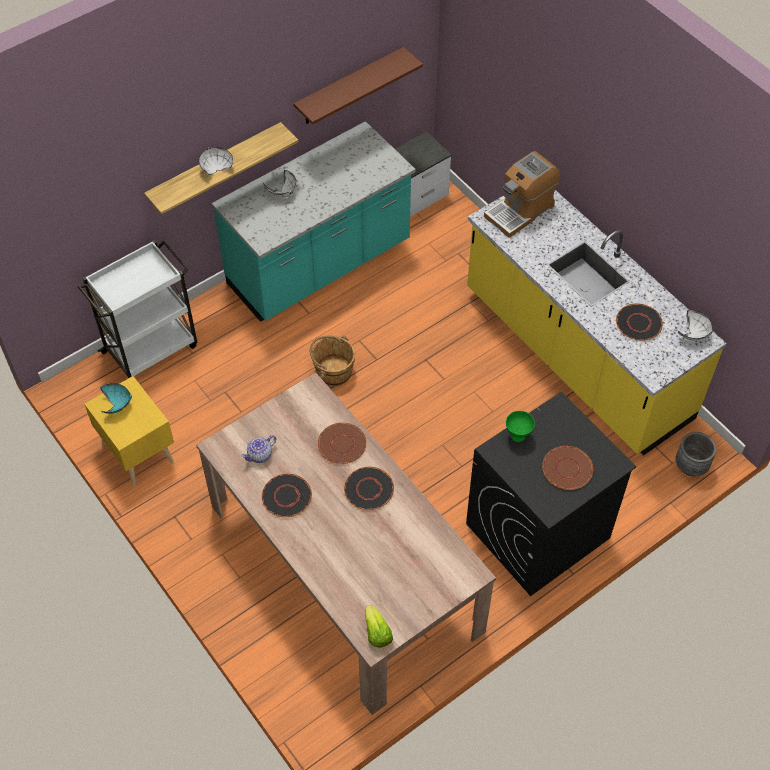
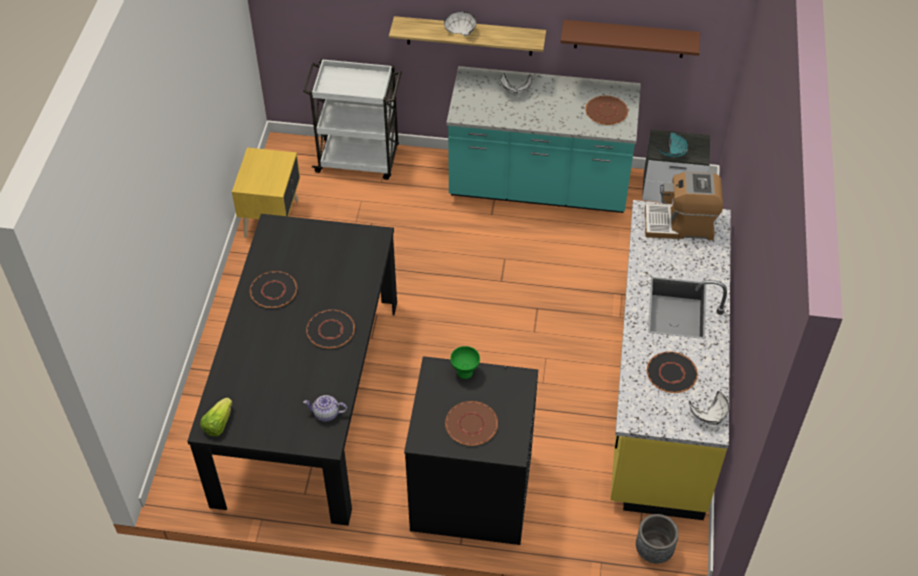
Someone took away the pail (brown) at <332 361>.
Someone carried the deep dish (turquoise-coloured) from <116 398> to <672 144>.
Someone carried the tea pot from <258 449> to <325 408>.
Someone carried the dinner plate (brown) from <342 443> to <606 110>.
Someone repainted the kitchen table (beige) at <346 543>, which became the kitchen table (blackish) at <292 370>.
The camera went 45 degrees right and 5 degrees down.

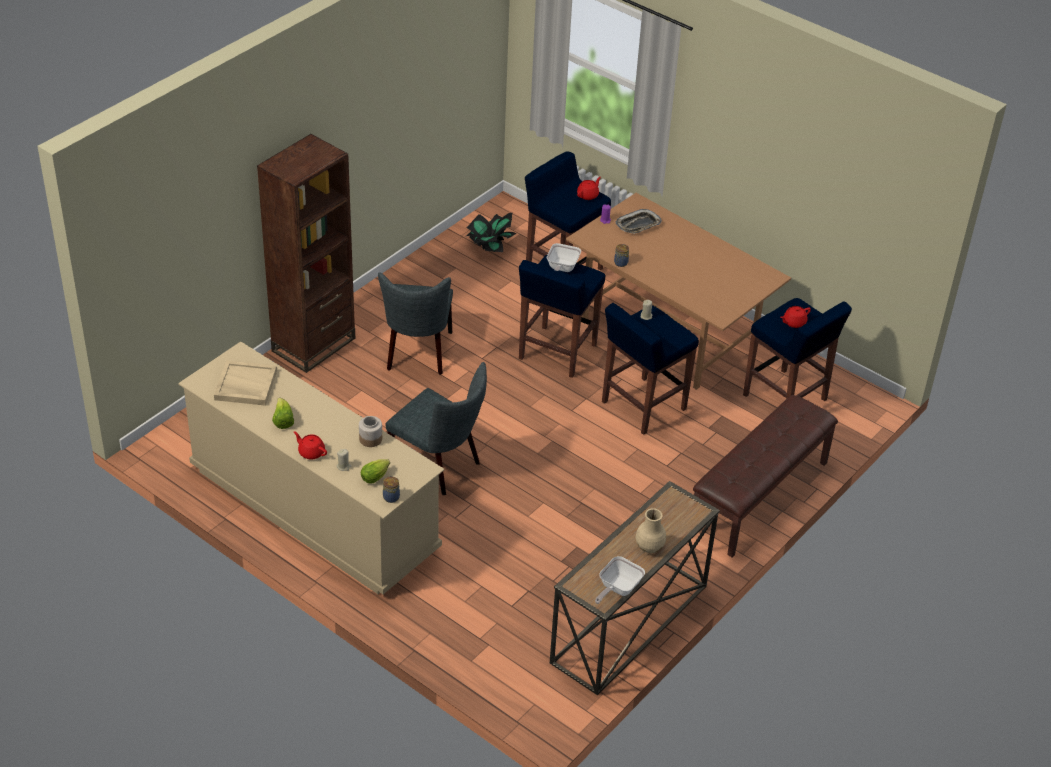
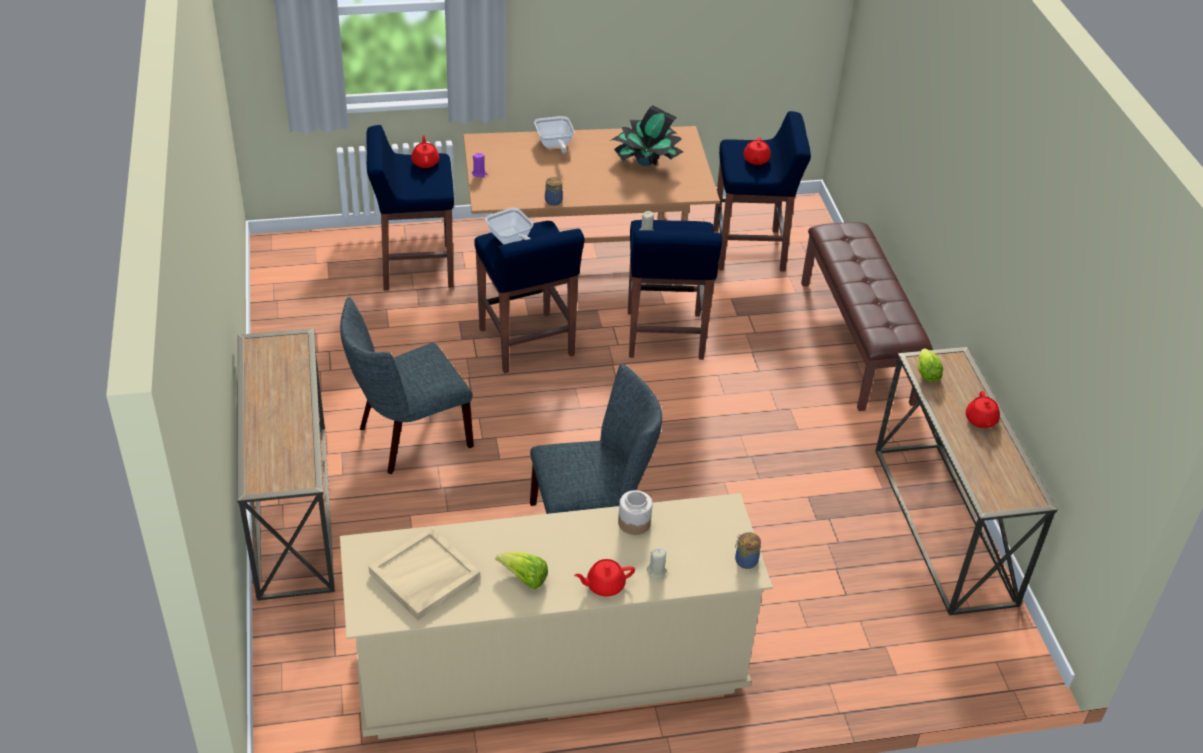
Someone took away the carrying tray at <638 221>.
Someone carried the lettuce from <375 471> to <930 365>.
Someone carried the plant in a pot from <491 232> to <646 135>.
Someone carried the frying pan from <620 580> to <554 135>.
Someone swapped the shelving unit (brown) at <306 253> for the narrow table at <286 465>.
Someone swapped the flower vase (beige) at <651 530> for the tea pot (red) at <983 409>.
Someone rotated the upright chair (gray) at <415 323> by 105 degrees clockwise.
The camera went 50 degrees left and 0 degrees up.

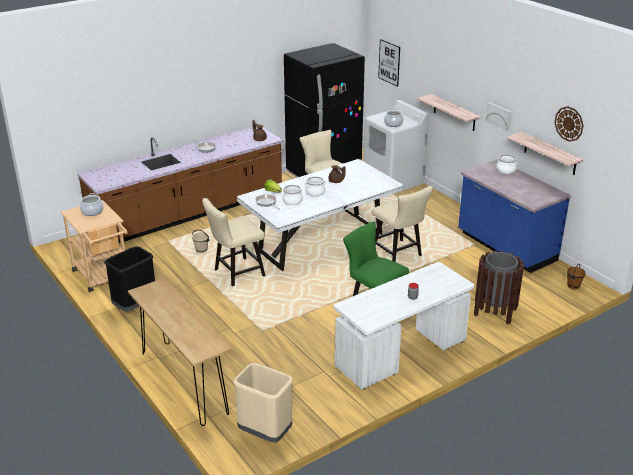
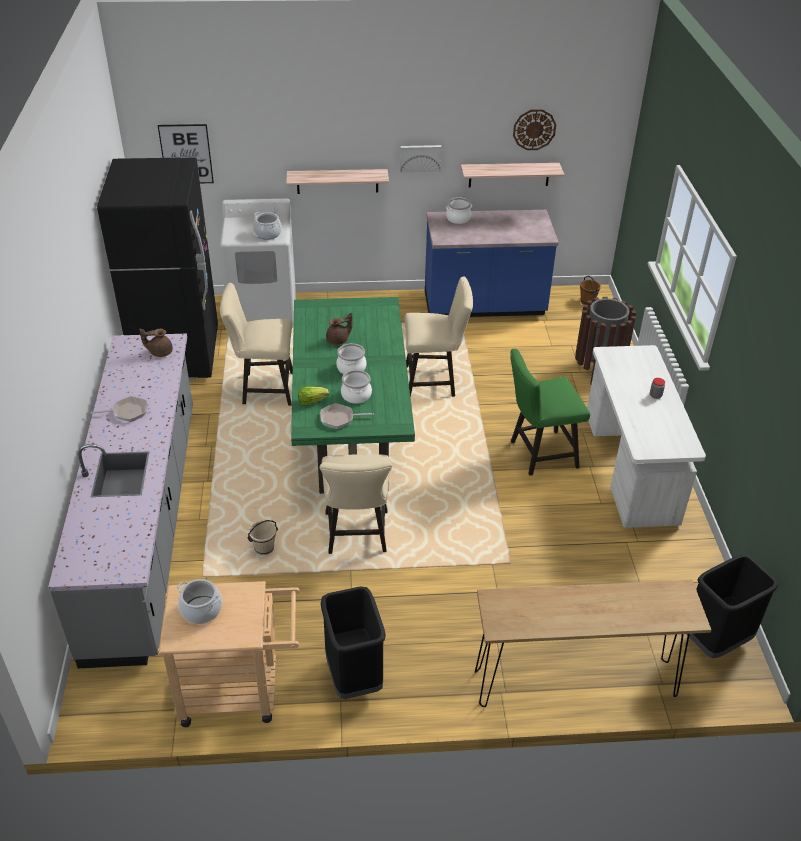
Someone repainted the counter (brown) at <180 185>, which became the counter (gray) at <120 501>.
Someone repainted the waste bin (beige) at <263 402>, which became the waste bin (blackish) at <732 606>.
Someone repainted the kitchen table (white-coloured) at <320 215>, which became the kitchen table (green) at <353 395>.
The camera went 60 degrees left and 10 degrees up.

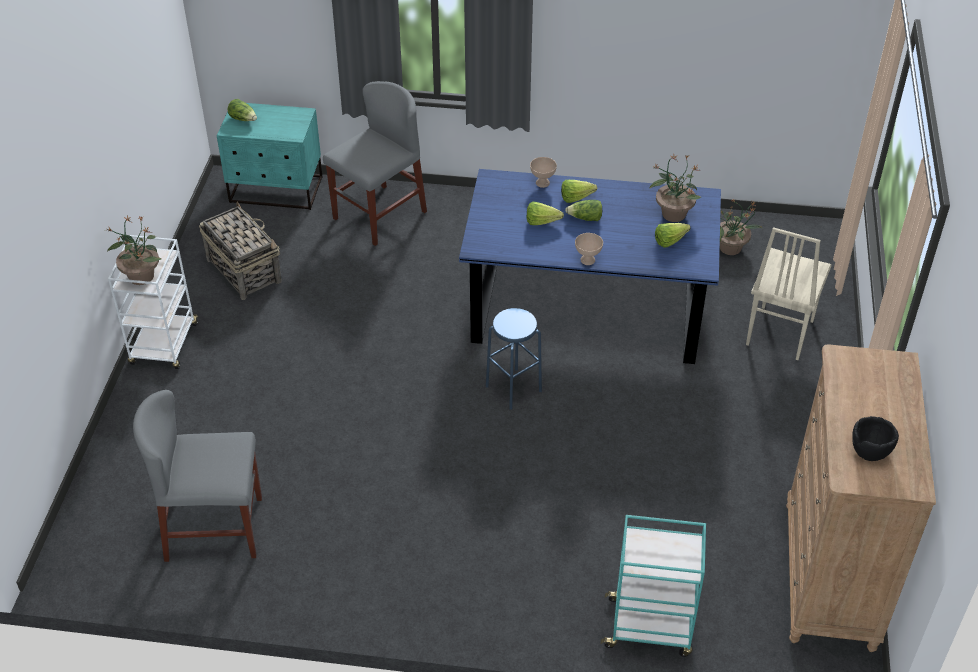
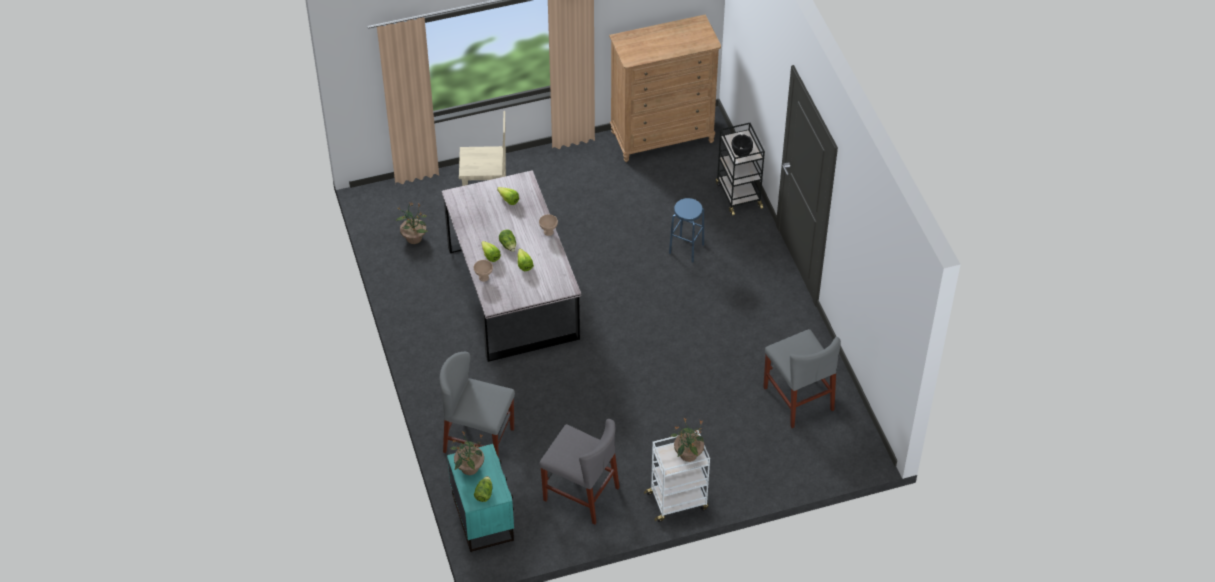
Someone carried the stool seat (blue-coloured) from <514 359> to <686 230>.
Someone carried the plant in a pot from <675 188> to <467 453>.
Someone carried the deep dish (blackish) from <875 438> to <742 145>.
Someone swapped the storage basket at <240 250> for the upright chair (gray) at <579 472>.
Someone repainted the kitchen table (blue-coloured) at <590 266>, which became the kitchen table (gray) at <511 266>.
Someone repainted the cart (turquoise-coloured) at <653 586>, which became the cart (blackish) at <740 169>.
The camera went 115 degrees left and 5 degrees up.

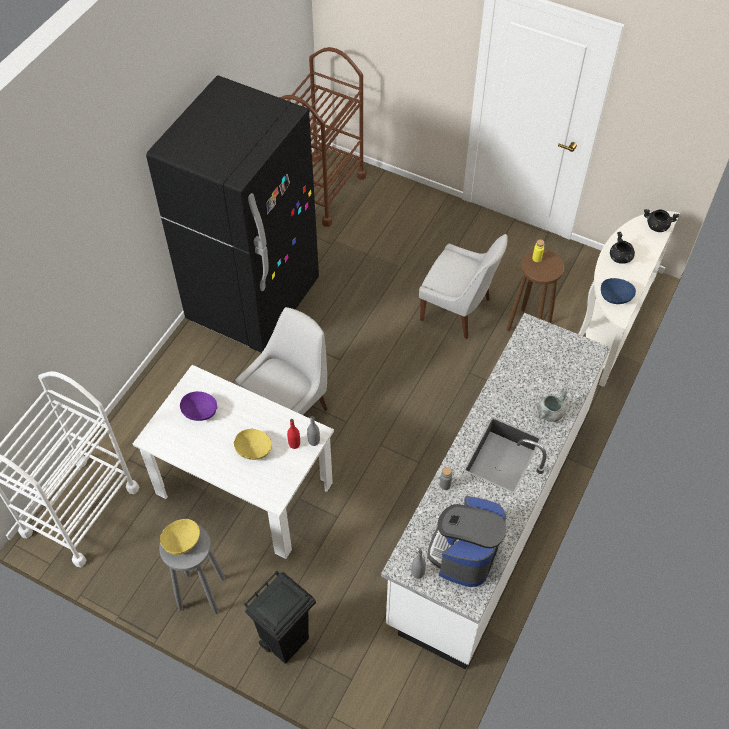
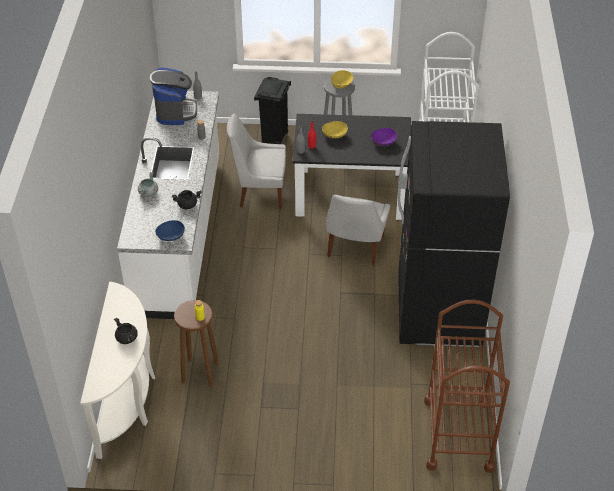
Someone carried the upright chair (white-coloured) from <463 286> to <256 161>.
Someone carried the deep dish (blue-coloured) from <618 291> to <170 230>.
Someone carried the saucepot (blackish) from <661 220> to <187 199>.
Someone repainted the kitchen table (white-coloured) at <233 462>, which became the kitchen table (blackish) at <351 167>.
The camera went 155 degrees right and 10 degrees down.

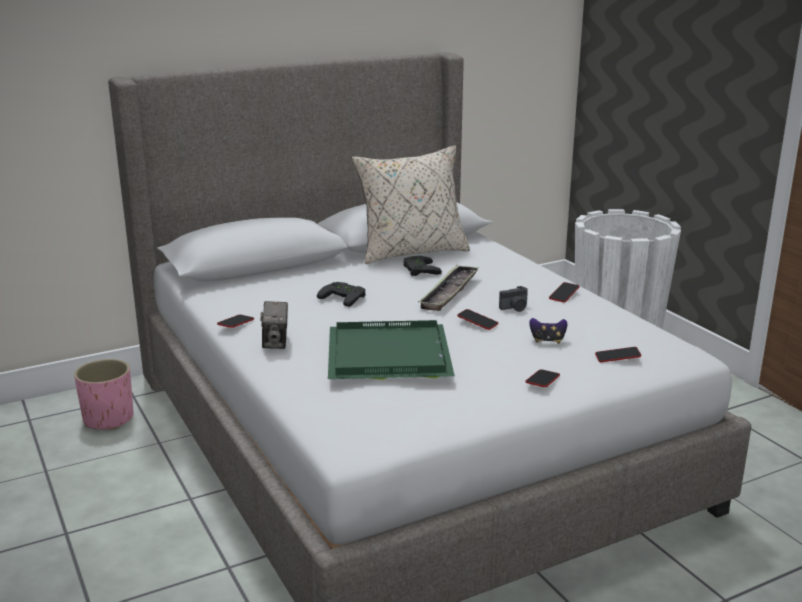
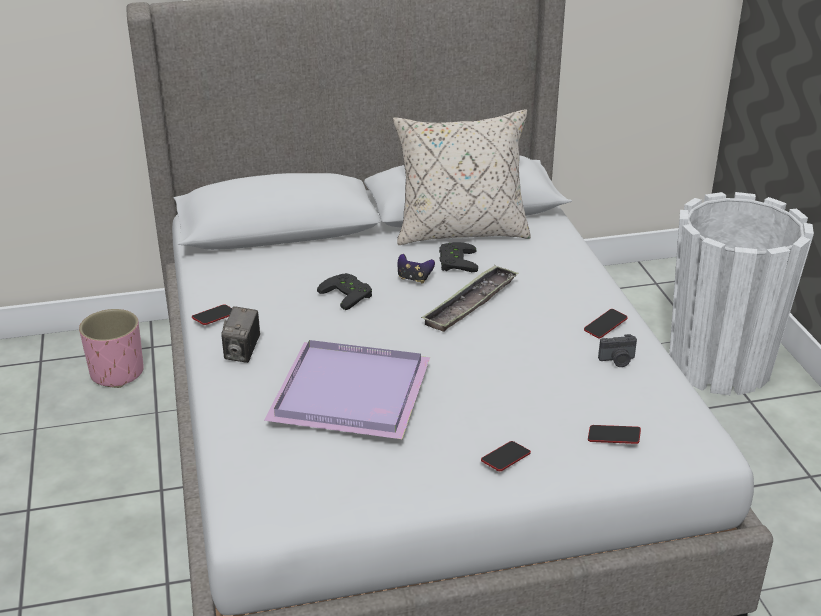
Someone took away the handset at <477 319>.
Someone carried the photo camera from <513 299> to <617 350>.
Someone carried the joypad from <548 331> to <416 268>.
Someone repainted the carrying tray (green) at <391 350>, which became the carrying tray (purple-coloured) at <347 389>.
The camera went 15 degrees right and 10 degrees up.

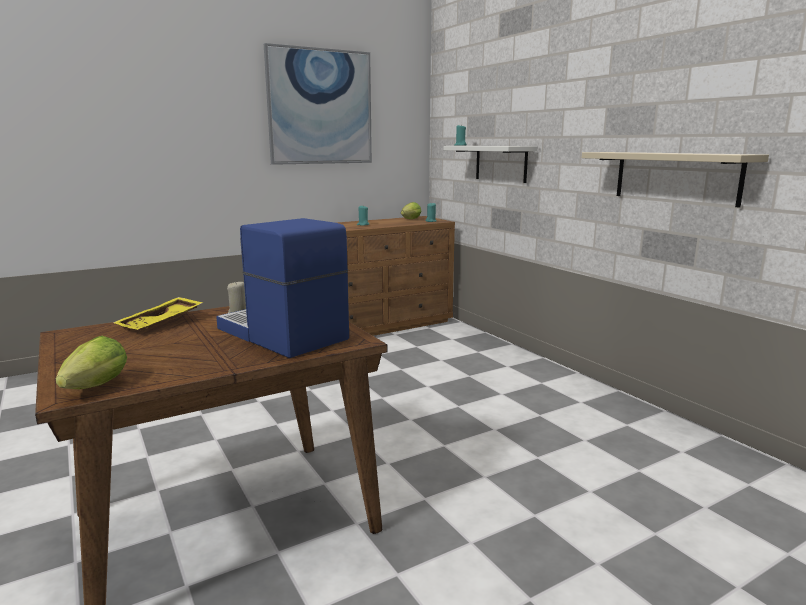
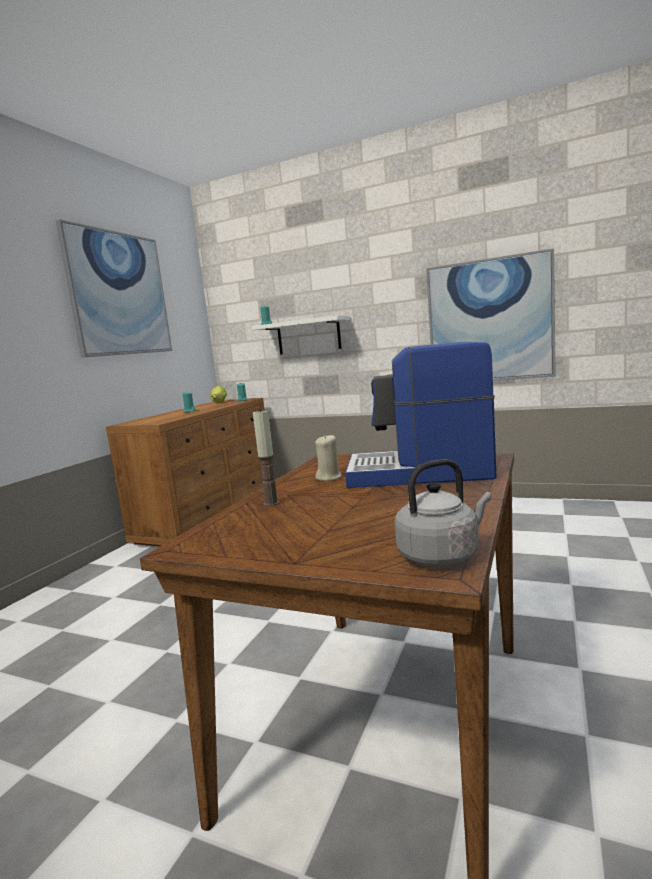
Someone swapped the lettuce at <91 362> for the water kettle (gray) at <443 512>.
Someone swapped the carrying tray (yellow) at <158 314> for the wax candle at <266 457>.
Someone swapped the wall shelf (beige) at <675 180> for the picture at <491 314>.
The camera went 35 degrees left and 5 degrees down.

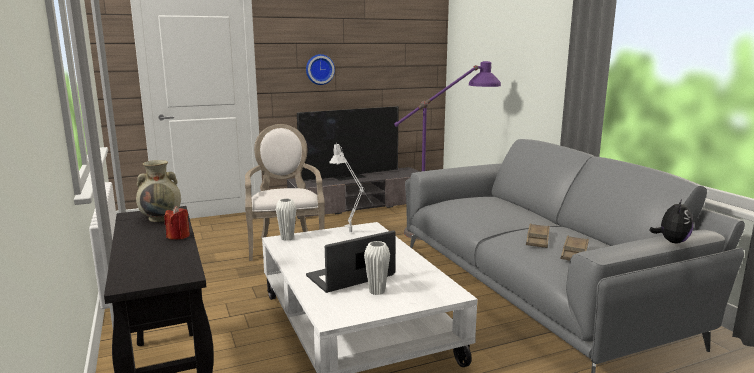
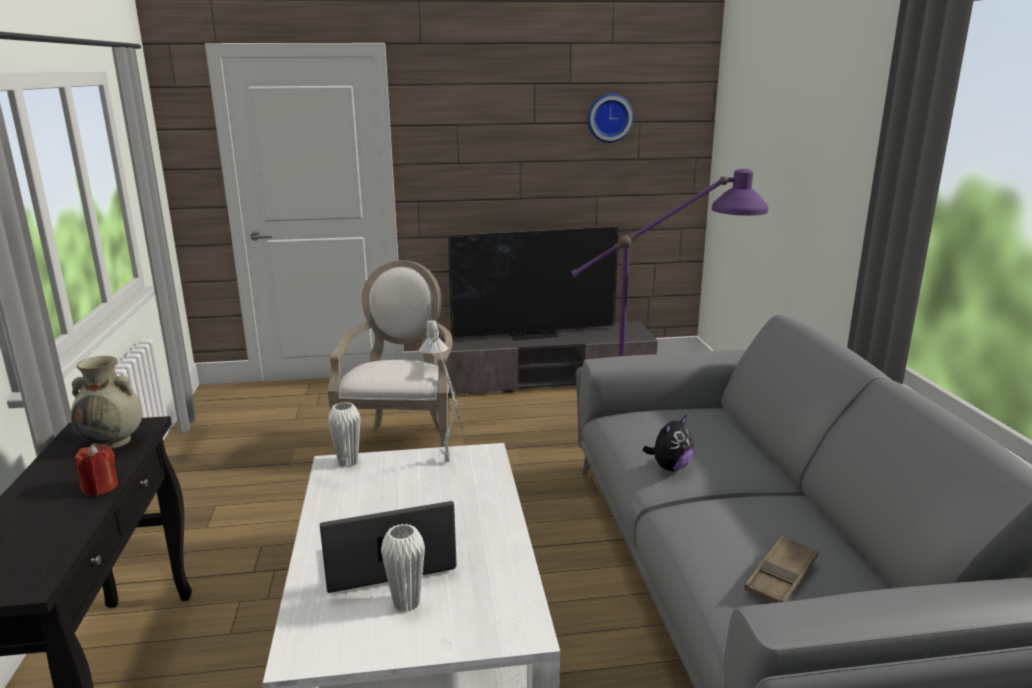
Someone took away the carrying tray (brown) at <538 235>.
Someone carried the clock on the wall from <320 69> to <610 118>.
Someone carried the soft toy from <671 221> to <668 442>.
The camera went 15 degrees right and 5 degrees up.

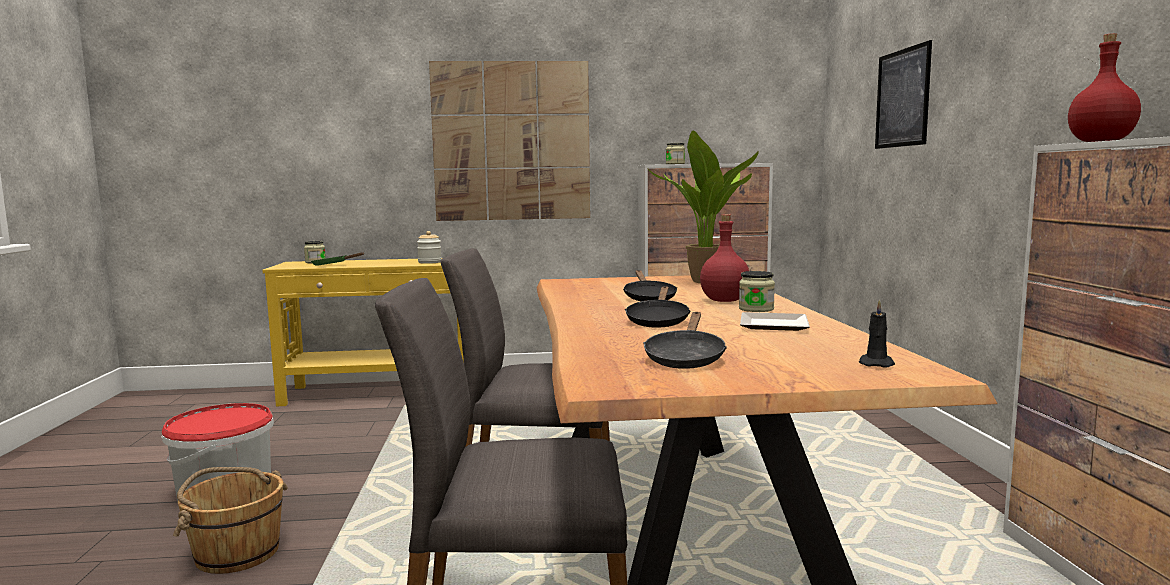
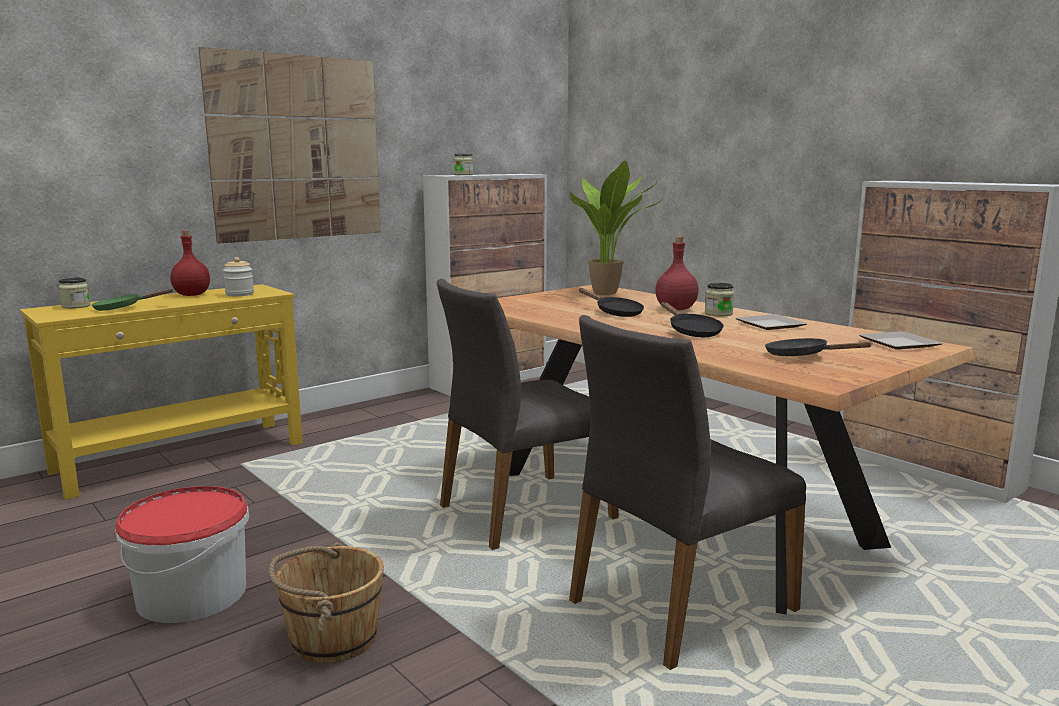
Someone took away the picture at <903 94>.
Someone carried the beverage bottle (red) from <1104 87> to <190 263>.
Someone swapped the wax candle (blackish) at <877 333> for the dinner plate at <901 340>.
Someone rotated the frying pan (blackish) at <685 340> by 150 degrees clockwise.
The camera went 35 degrees left and 5 degrees up.

